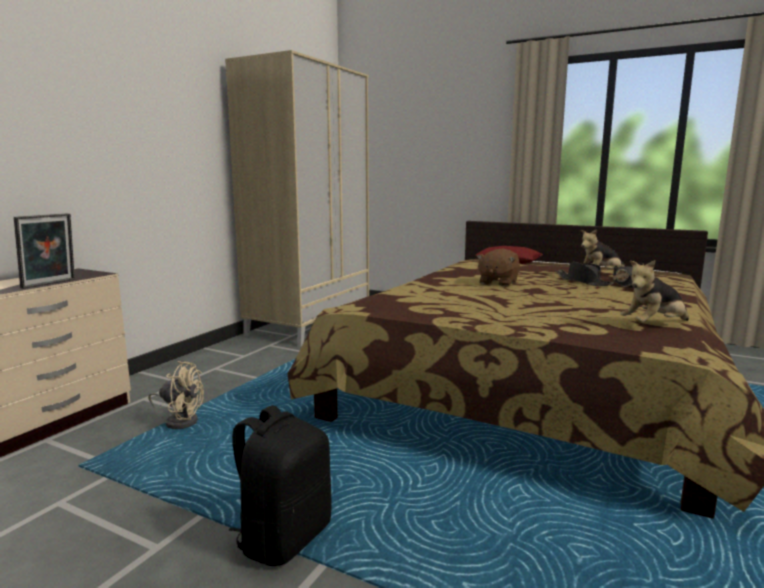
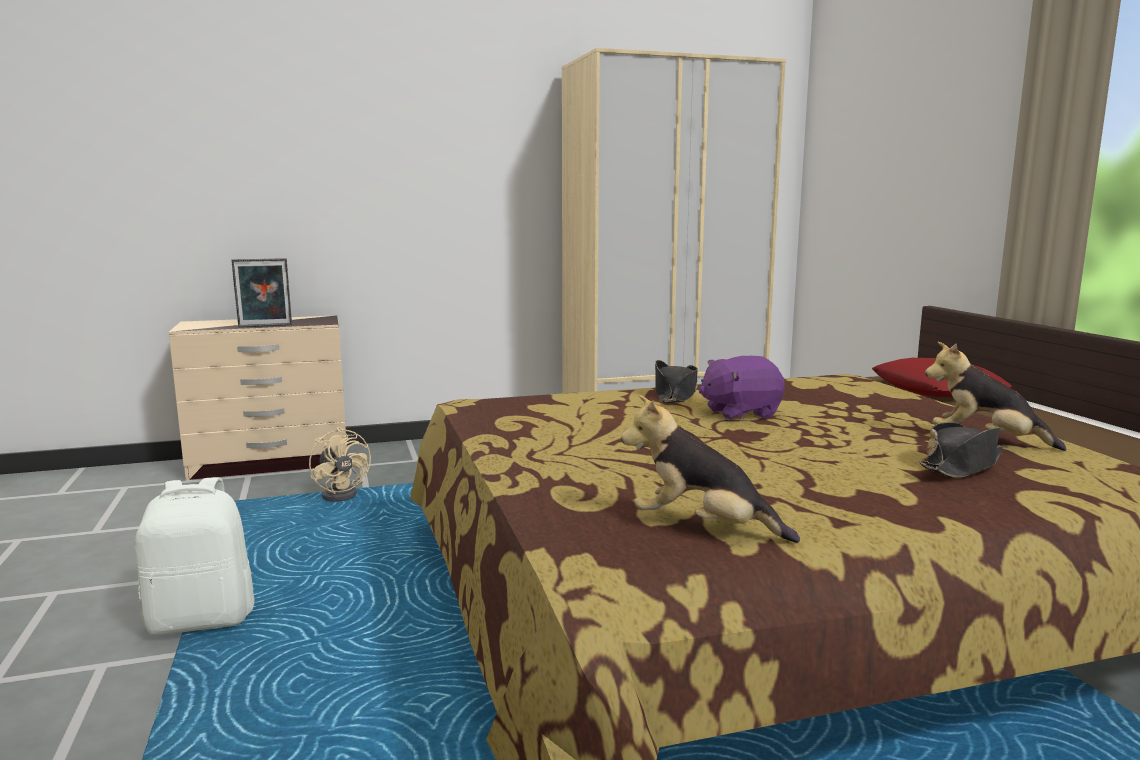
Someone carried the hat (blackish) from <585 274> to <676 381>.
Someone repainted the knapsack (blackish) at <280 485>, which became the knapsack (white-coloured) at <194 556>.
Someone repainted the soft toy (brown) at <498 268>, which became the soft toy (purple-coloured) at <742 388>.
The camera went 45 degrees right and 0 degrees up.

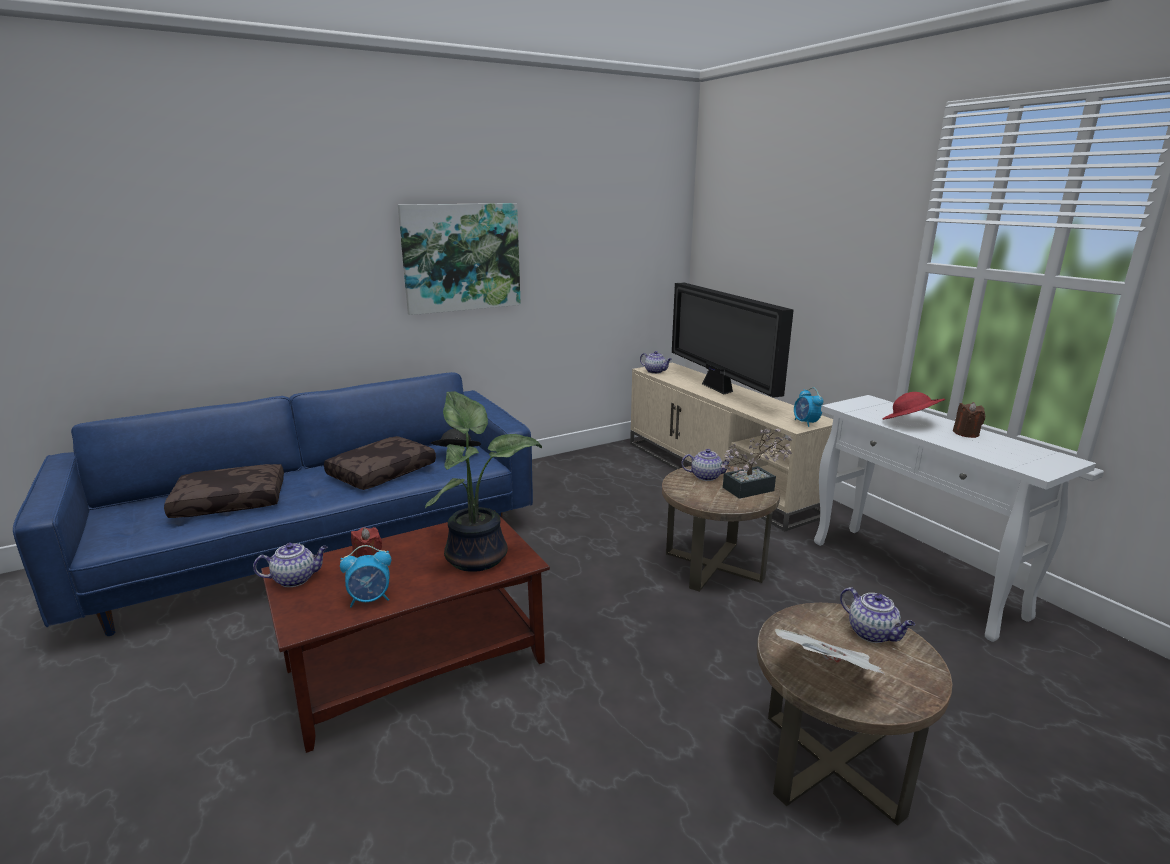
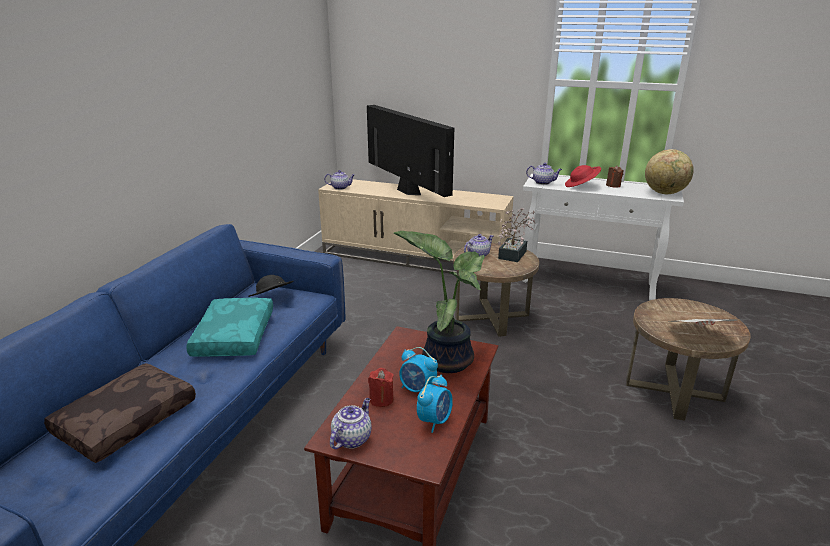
Someone took away the picture at <459 259>.
Someone put down the desk globe at <669 171>.
Someone carried the bedside clock from <808 407> to <418 369>.
Someone carried the tea pot from <877 615> to <544 174>.
Someone repainted the cushion (brown) at <380 463>, which became the cushion (turquoise-coloured) at <229 327>.
Someone rotated the TV at <733 340> by 150 degrees counterclockwise.
The camera went 40 degrees left and 5 degrees up.

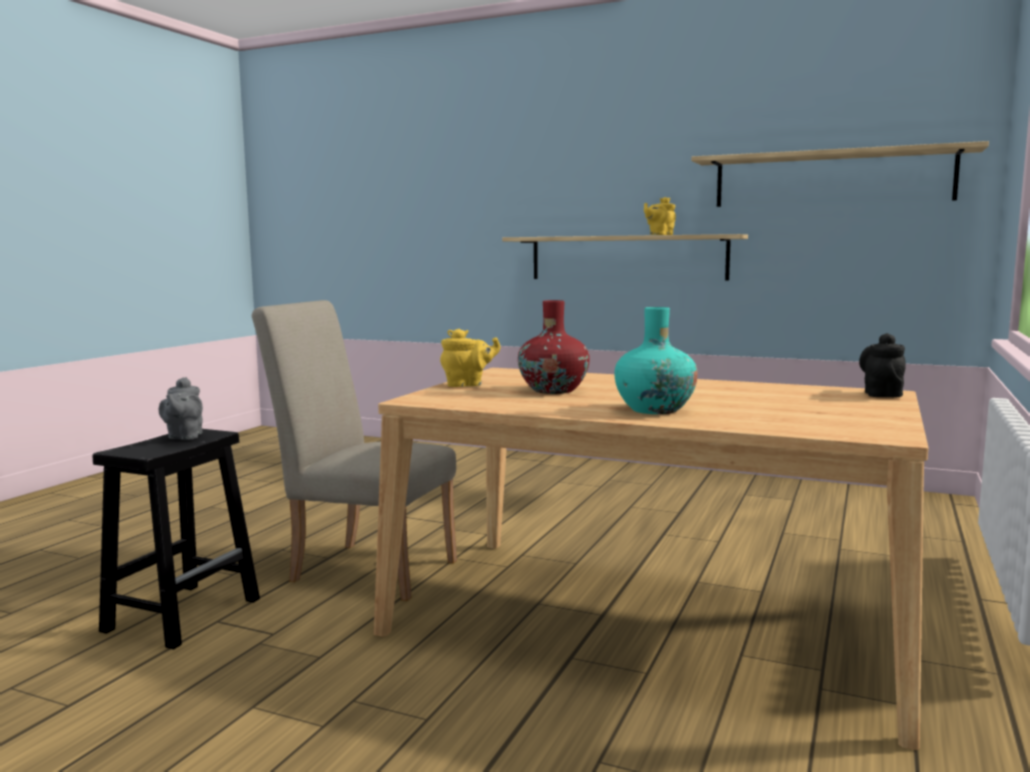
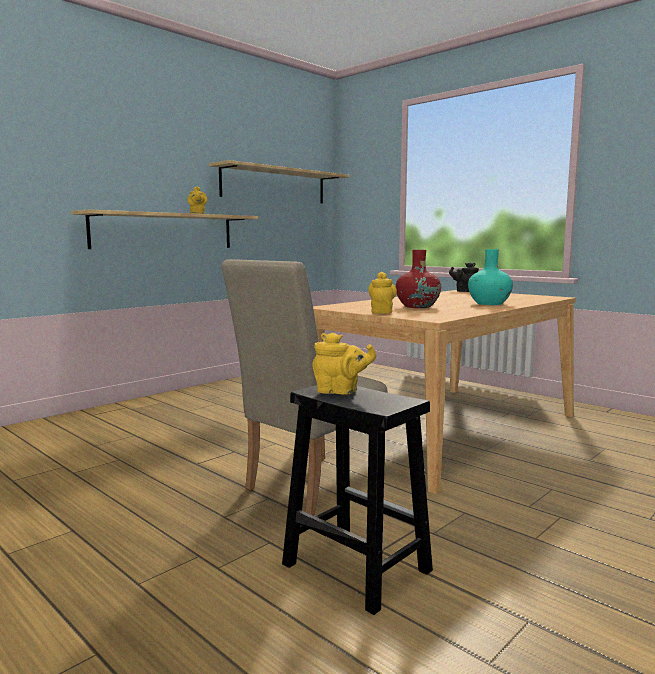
Someone repainted the tea pot (gray) at <181 408>, which became the tea pot (yellow) at <344 363>.
The camera went 70 degrees left and 0 degrees up.

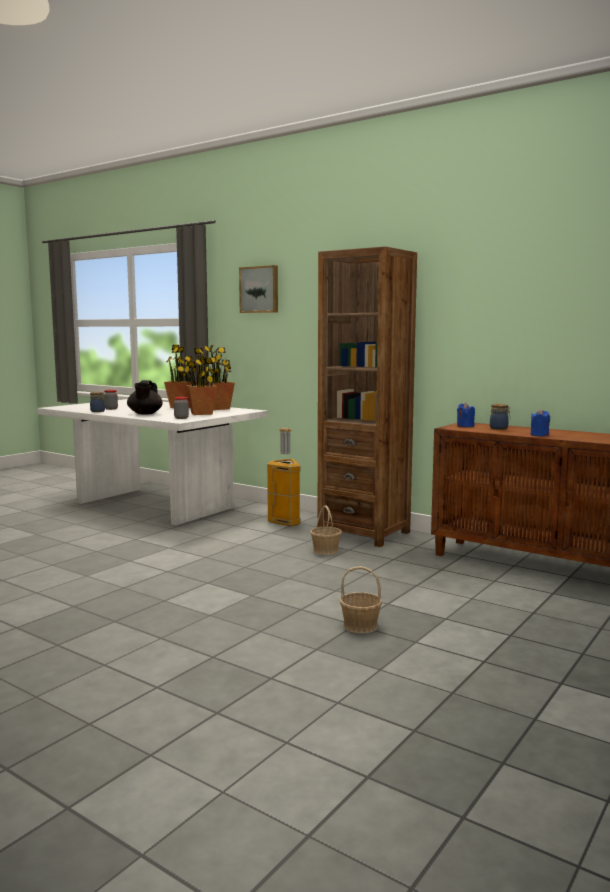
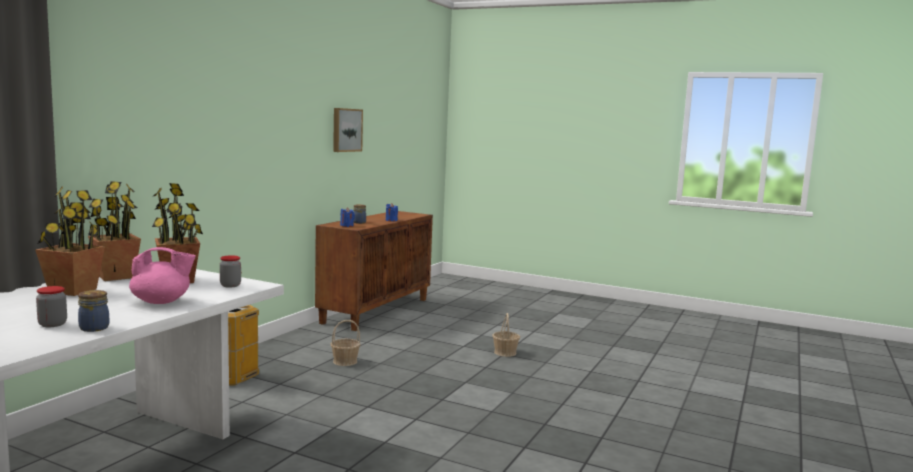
Someone took away the shelving unit (brown) at <367 396>.
Someone carried the picture from <258 289> to <348 130>.
Someone repainted the tea pot (blackish) at <145 397>, which became the tea pot (pinkish) at <162 275>.
The camera went 100 degrees left and 0 degrees up.

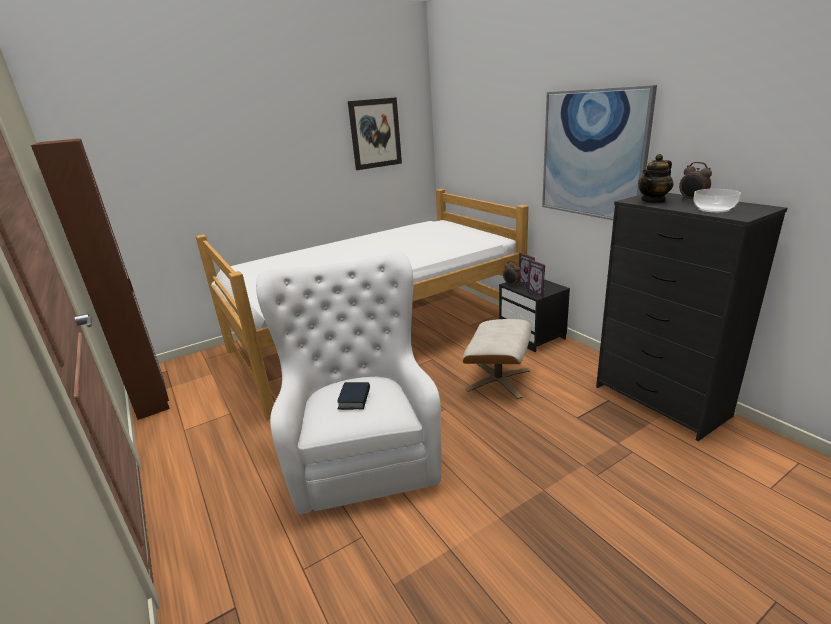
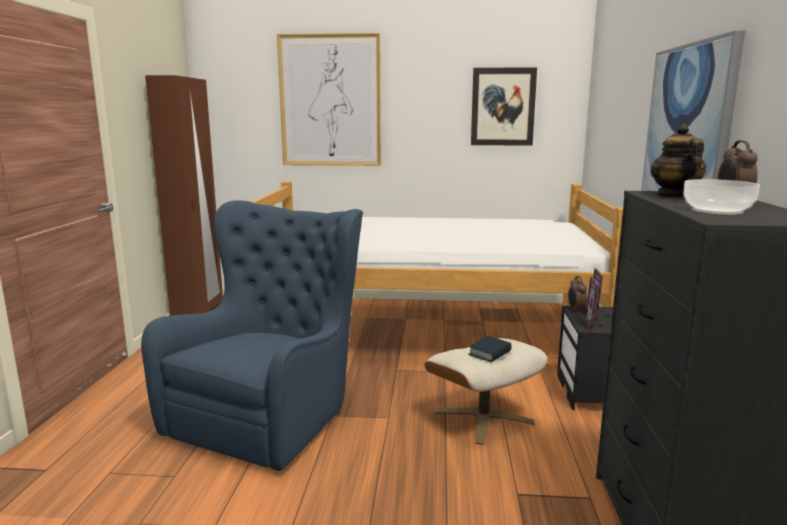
Someone put up the picture at <329 99>.
Someone carried the book from <353 396> to <490 349>.
Someone repainted the easy chair (white-coloured) at <349 383>, which became the easy chair (blue-coloured) at <252 335>.
Someone rotated the tea pot at <656 178> by 90 degrees clockwise.
The camera went 35 degrees right and 10 degrees down.

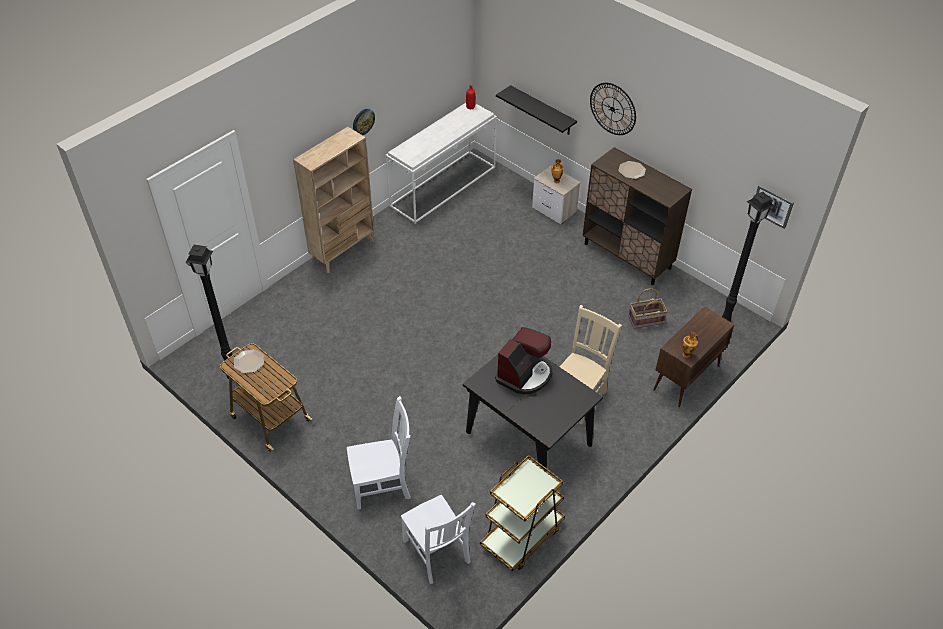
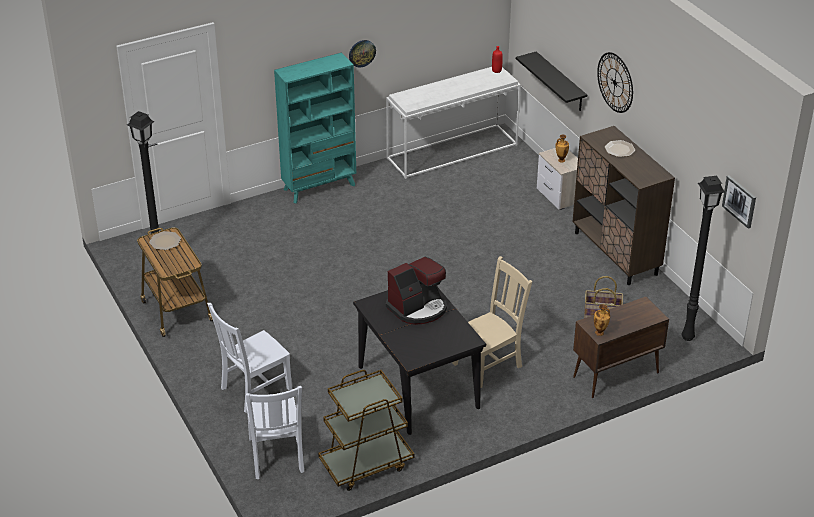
Someone repainted the shelving unit (beige) at <333 199>, which became the shelving unit (turquoise-coloured) at <315 127>.
Someone rotated the upright chair (white-coloured) at <379 452> by 135 degrees clockwise.
The camera went 20 degrees right and 10 degrees down.

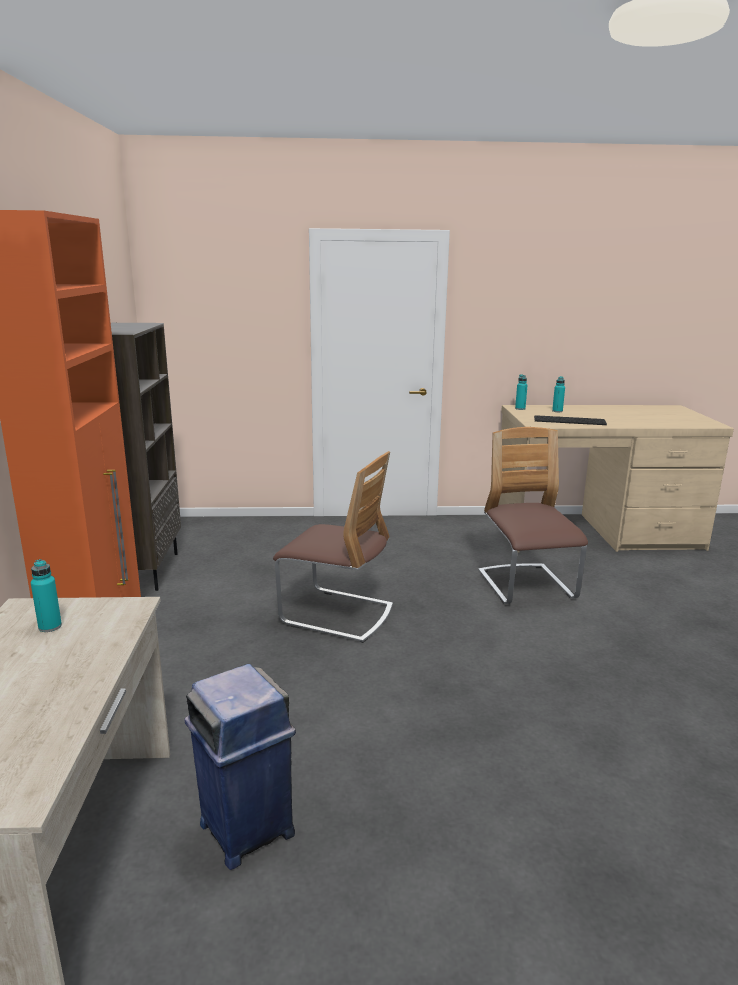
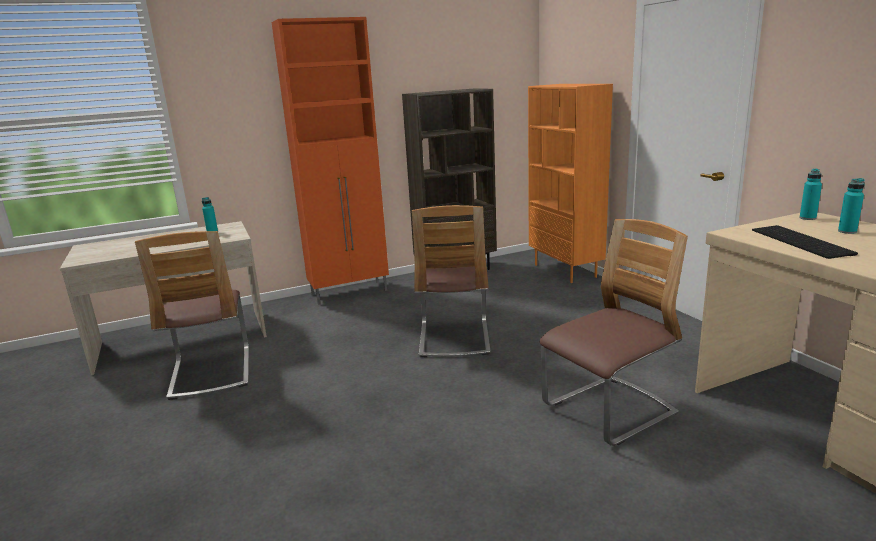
Someone put down the shelving unit (orange) at <570 183>.
Someone swapped the waste bin (blue-coloured) at <240 767> for the upright chair at <192 315>.
The camera went 70 degrees right and 0 degrees up.

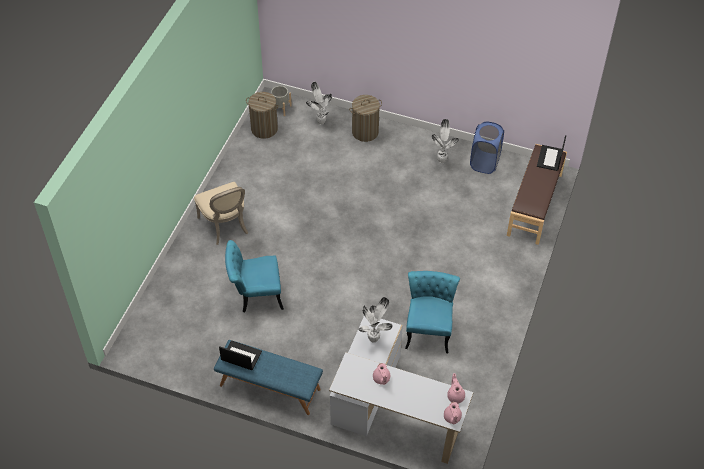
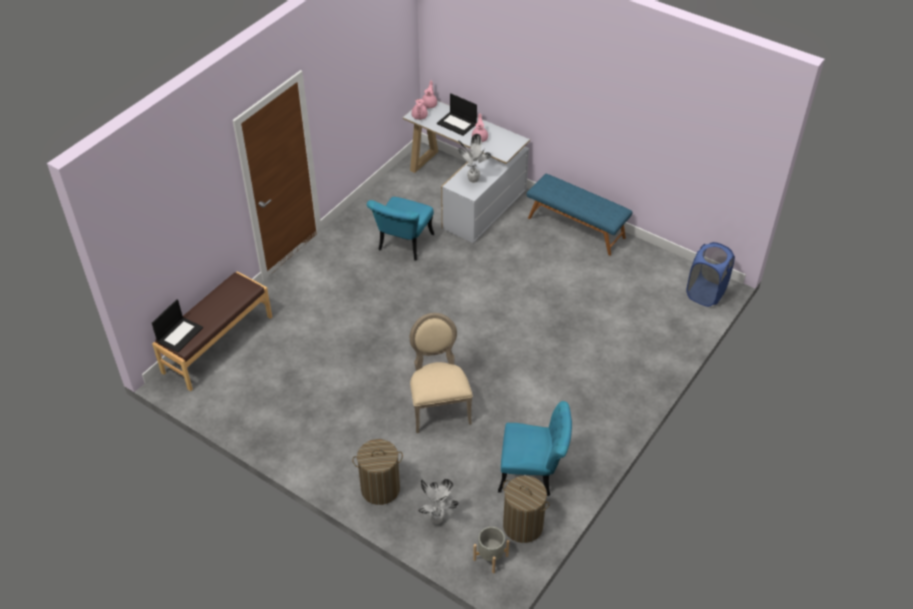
Someone took away the plant in a pot at <445 141>.
Someone carried the upright chair (beige) from <221 213> to <441 373>.
Someone carried the portable computer from <240 355> to <457 114>.
Someone carried the upright chair (turquoise-coloured) from <254 276> to <535 448>.
Someone carried the laundry basket (blue-coloured) from <487 148> to <710 274>.
The camera went 165 degrees left and 5 degrees down.

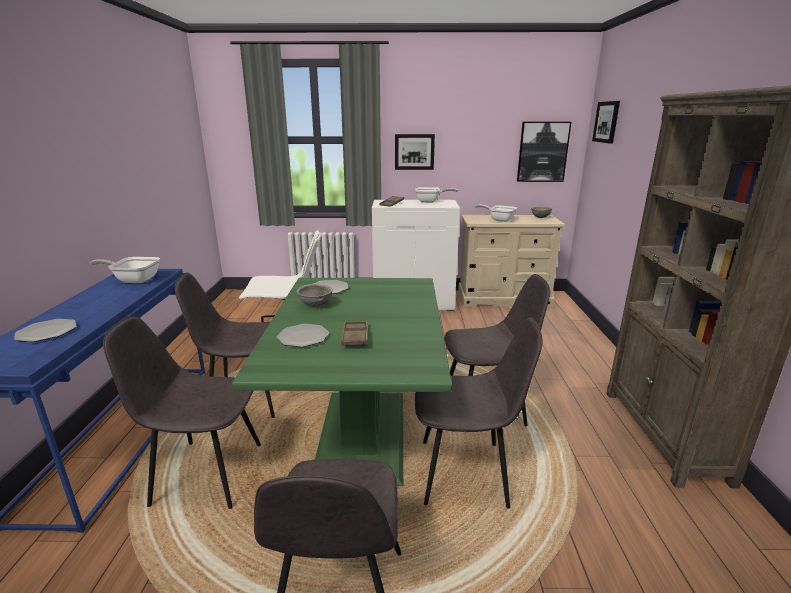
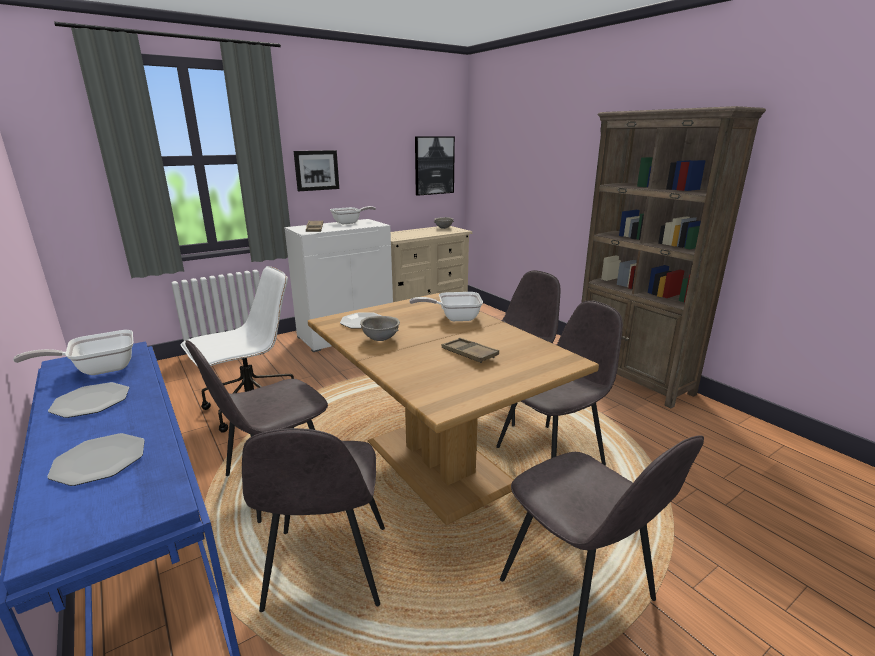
Someone took away the picture at <606 122>.
Someone carried the dinner plate from <303 335> to <88 400>.
Someone carried the frying pan from <496 213> to <446 306>.
Someone repainted the kitchen table (green) at <342 382>, which became the kitchen table (brown) at <453 409>.
Someone rotated the upright chair (gray) at <182 412> by 60 degrees counterclockwise.
The camera went 35 degrees left and 0 degrees up.

